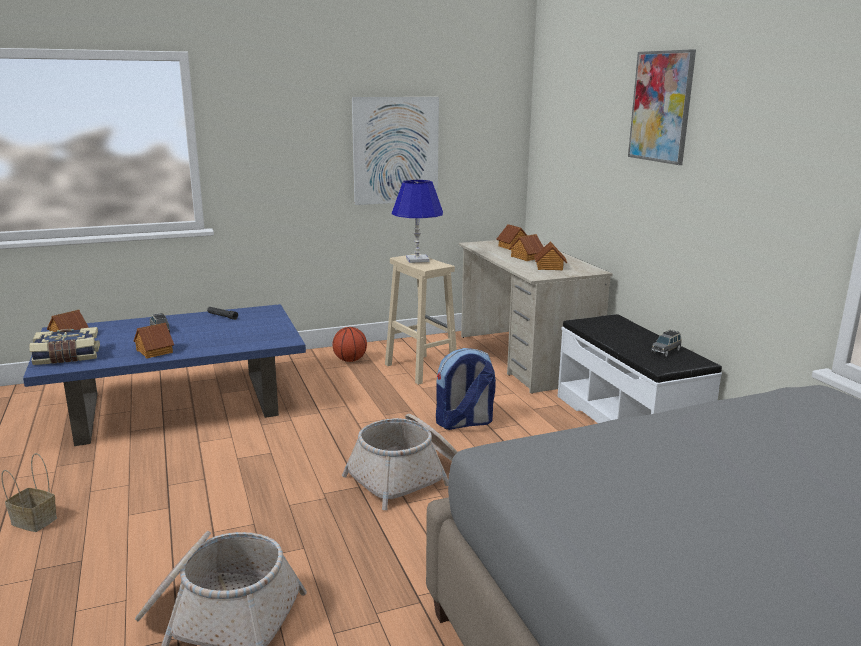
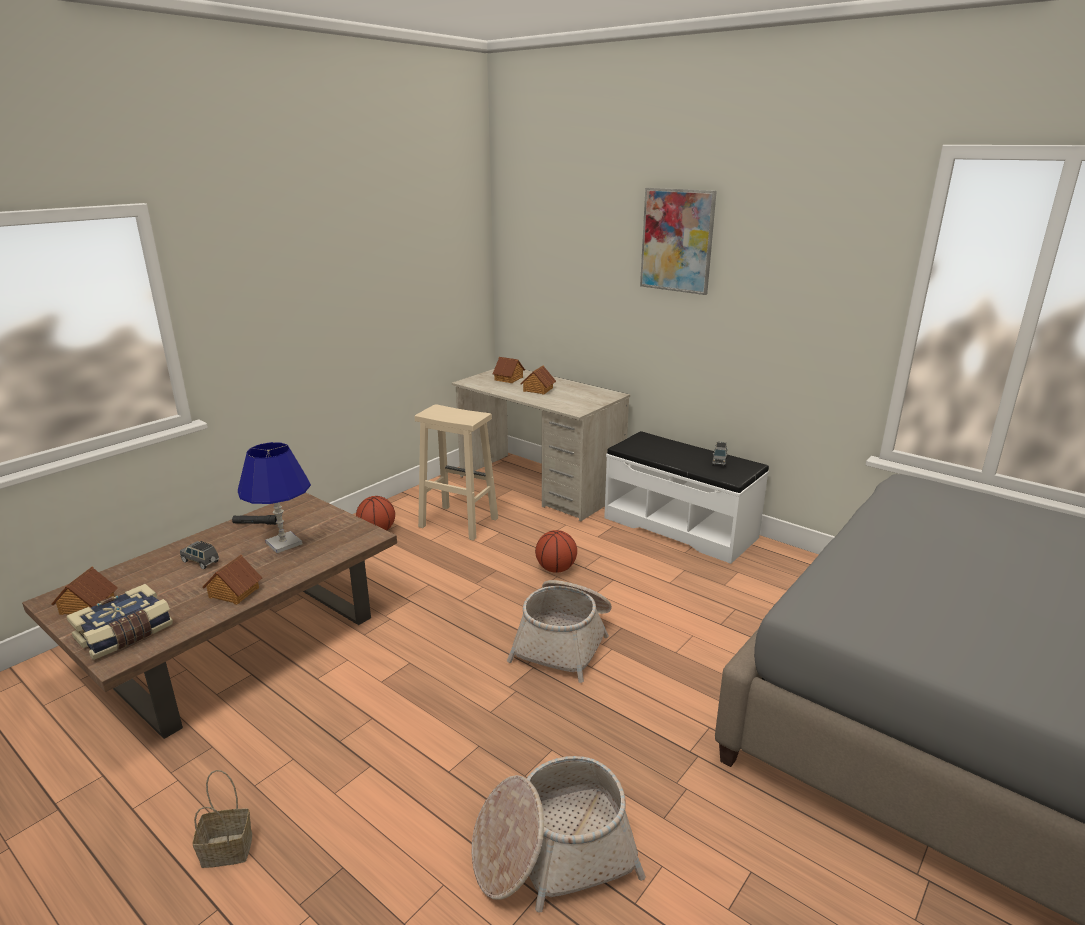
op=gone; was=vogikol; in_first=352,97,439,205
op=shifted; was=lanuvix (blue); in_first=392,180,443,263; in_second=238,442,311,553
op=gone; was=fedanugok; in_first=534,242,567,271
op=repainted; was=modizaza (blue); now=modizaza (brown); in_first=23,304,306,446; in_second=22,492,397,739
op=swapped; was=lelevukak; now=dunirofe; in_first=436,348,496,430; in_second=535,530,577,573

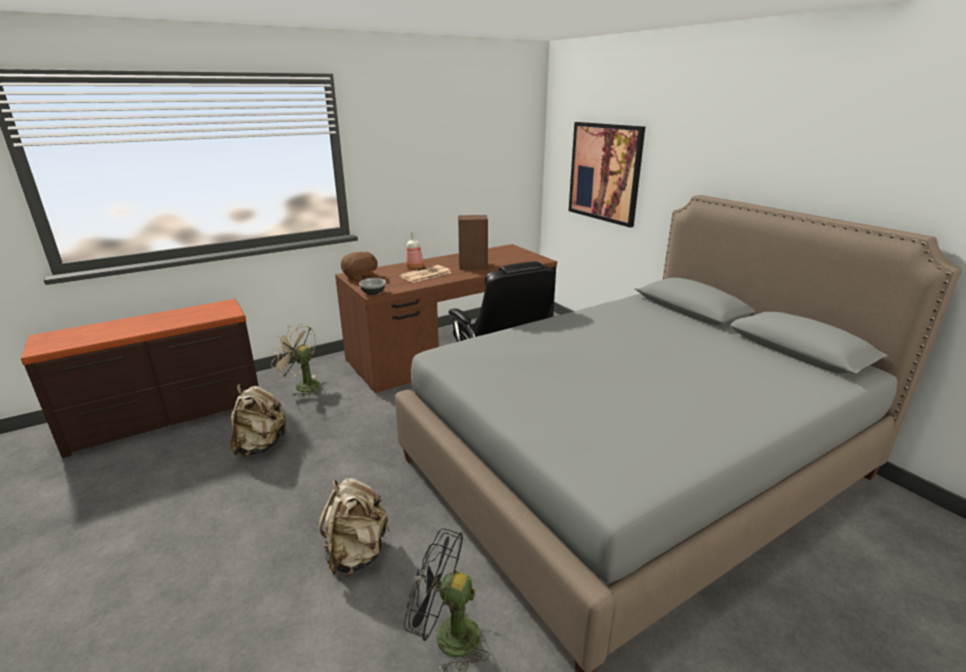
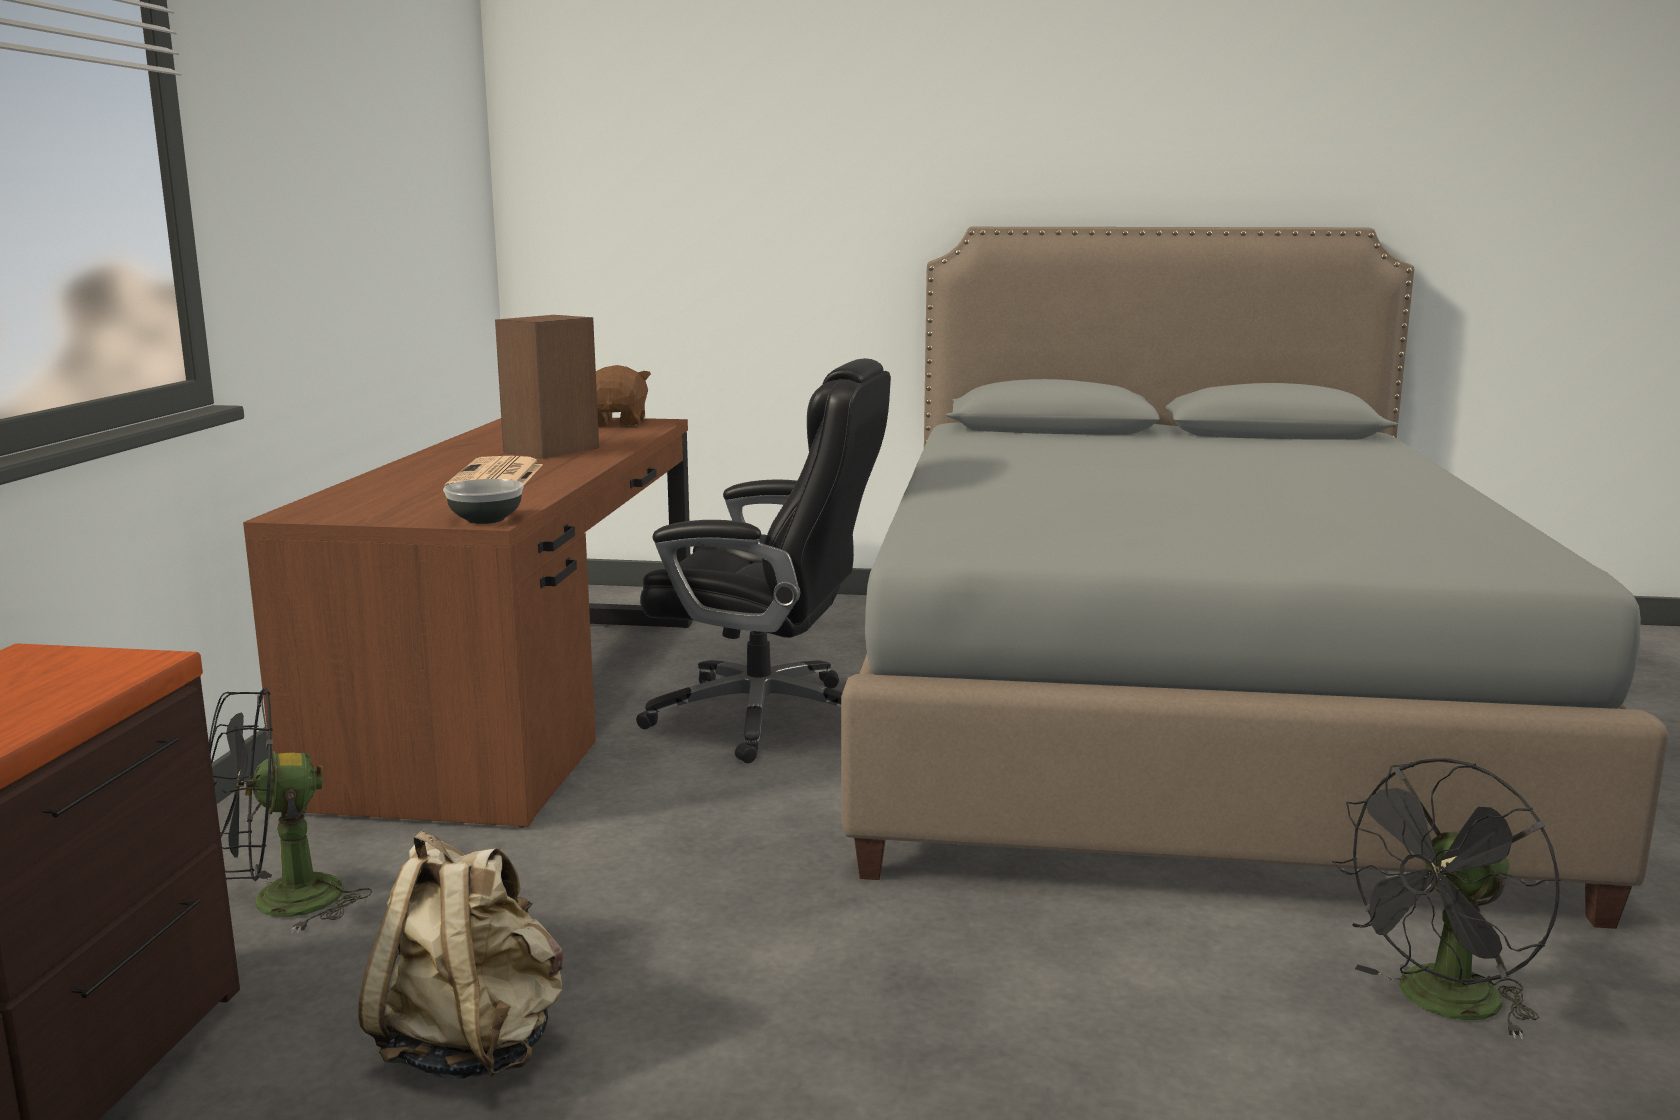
op=gone; was=vogikol; in_first=569,122,645,228
op=gone; was=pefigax; in_first=406,231,424,269
op=shifted; was=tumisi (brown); in_first=341,251,378,281; in_second=596,365,651,426
op=repainted; was=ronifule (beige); now=ronifule (black); in_first=270,324,321,397; in_second=209,687,372,933
op=gone; was=lelevukak (beige); in_first=318,478,390,577

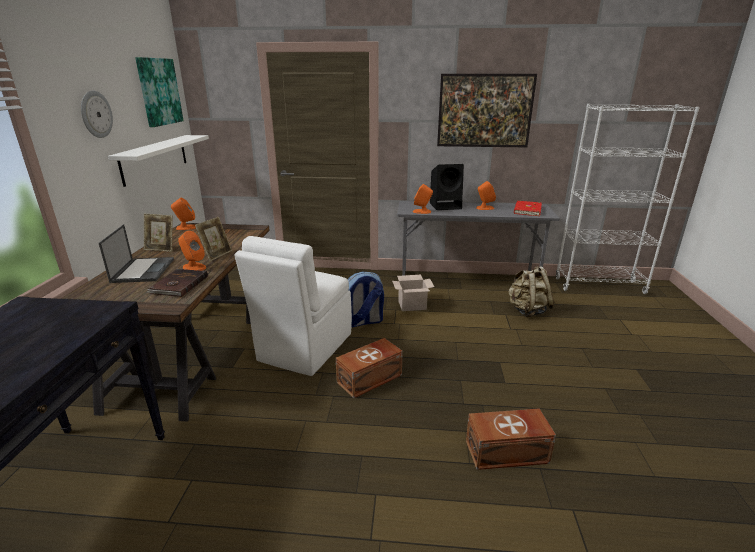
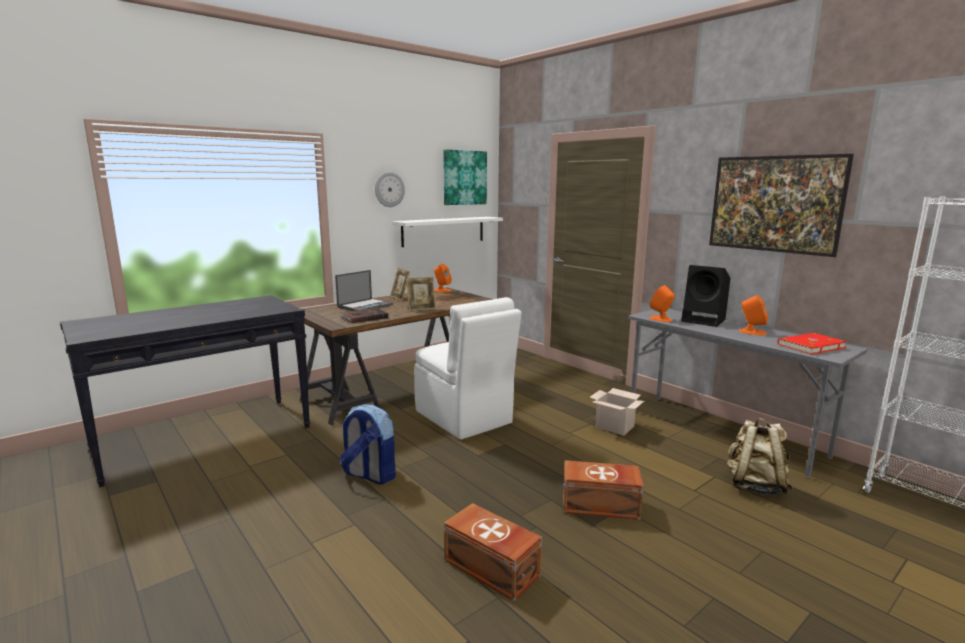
op=gone; was=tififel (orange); in_first=178,231,206,271
op=rotated; was=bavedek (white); in_first=234,236,352,376; in_second=414,297,522,440; clockwise=-105
op=shifted; was=lelevukak; in_first=347,272,384,327; in_second=340,404,396,485
op=shifted; was=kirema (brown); in_first=336,338,403,399; in_second=563,460,644,520

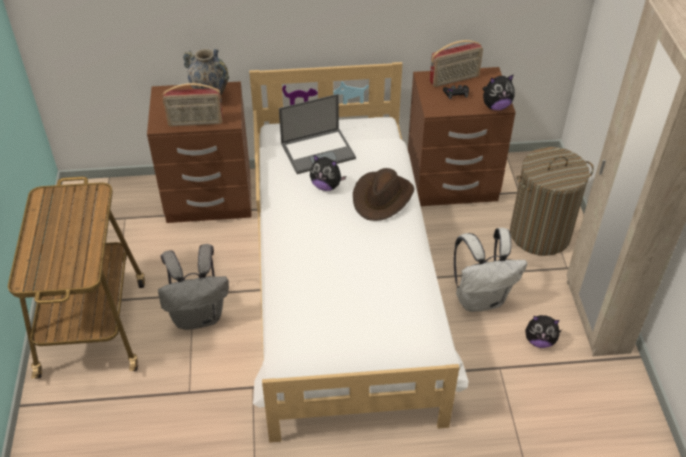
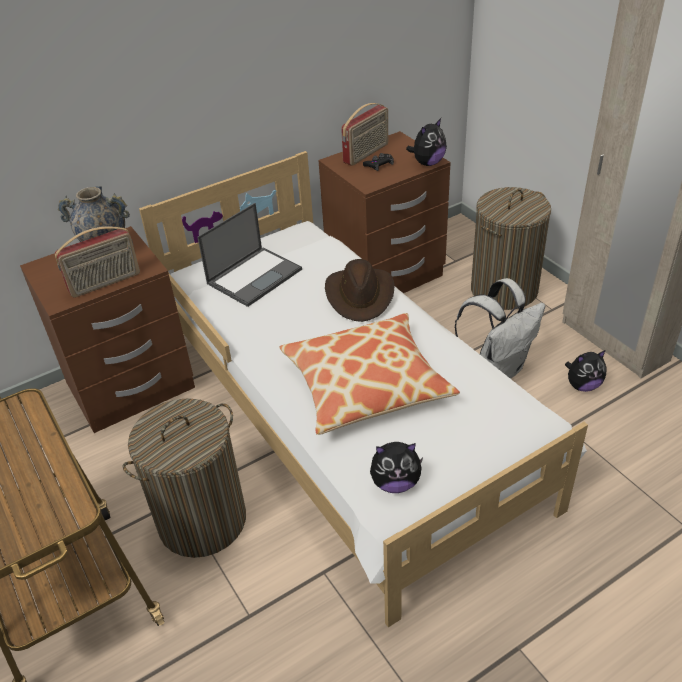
op=shifted; was=tumisi; in_first=310,154,346,191; in_second=370,442,423,493
op=swapped; was=lelevukak (grey); now=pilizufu; in_first=158,244,229,330; in_second=123,398,246,558
op=new; now=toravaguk; in_second=279,313,460,435

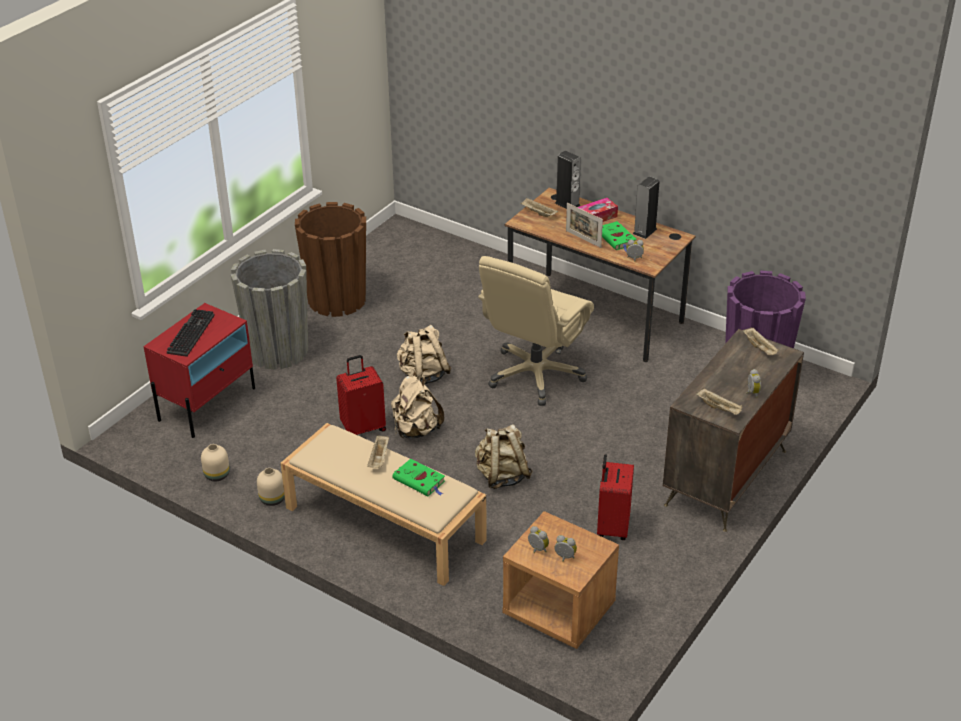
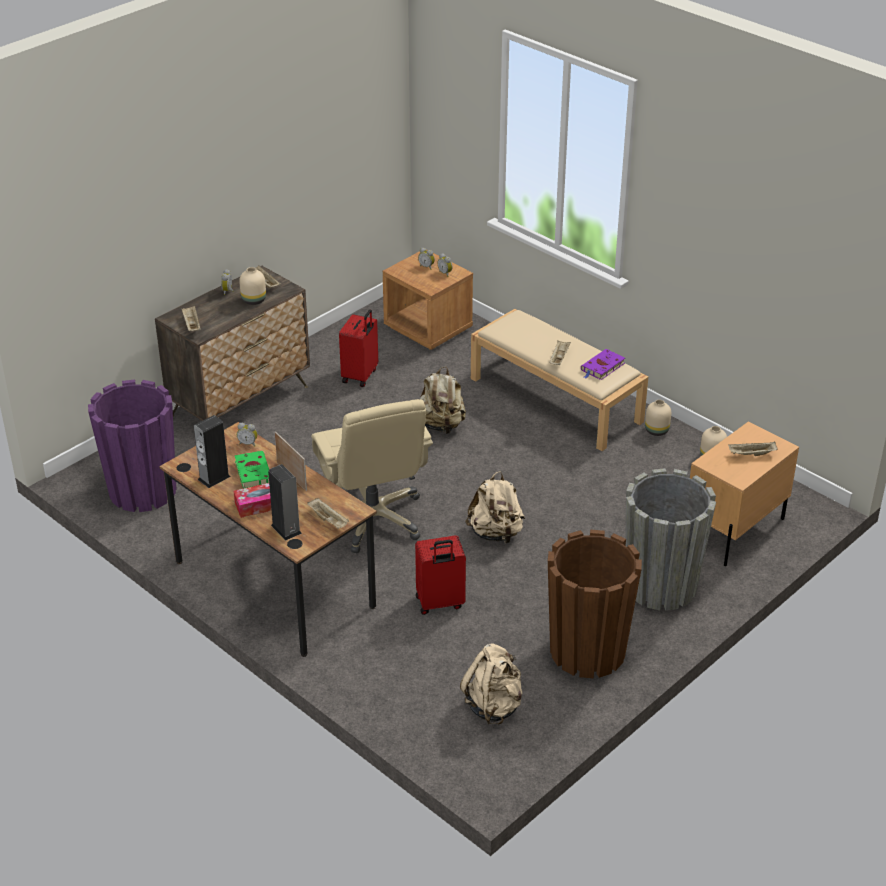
op=rotated; was=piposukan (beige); in_first=478,256,594,406; in_second=311,399,433,553; clockwise=120
op=repainted; was=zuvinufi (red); now=zuvinufi (beige); in_first=143,303,255,438; in_second=690,421,799,566
op=swapped; was=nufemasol; now=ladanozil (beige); in_first=167,309,215,357; in_second=728,442,778,456
op=shifted; was=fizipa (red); in_first=336,355,386,435; in_second=415,535,466,615
op=shifted; was=lelevukak (beige); in_first=391,375,444,439; in_second=460,644,523,725
op=gone; was=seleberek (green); in_first=392,459,445,496
op=new; now=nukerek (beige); in_second=239,267,266,305
op=new; now=seleberek (purple); in_second=581,349,625,380

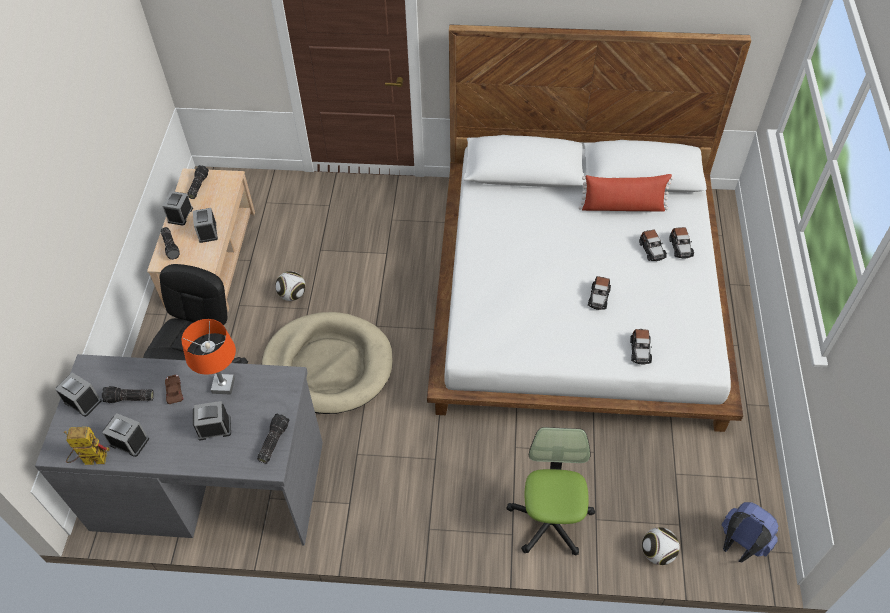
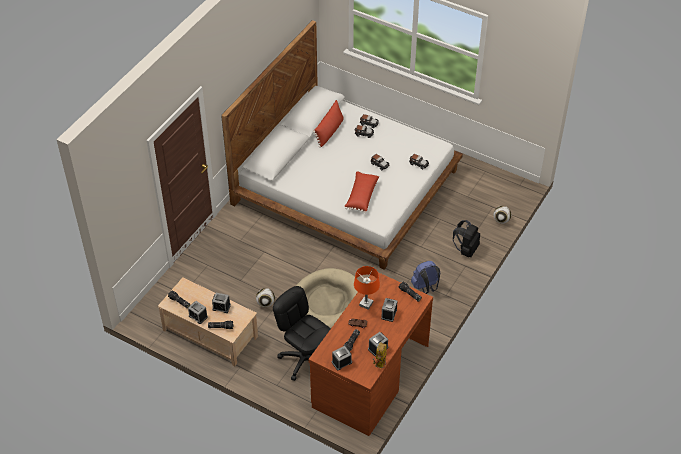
op=repainted; was=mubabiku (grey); now=mubabiku (brown); in_first=35,354,323,546; in_second=308,272,433,436
op=swapped; was=piposukan; now=lelevukak (black); in_first=507,427,595,556; in_second=453,220,480,257
op=shifted; was=lelevukak (blue); in_first=722,502,779,562; in_second=411,261,440,294
op=new; now=toravaguk (red); in_second=345,171,379,213

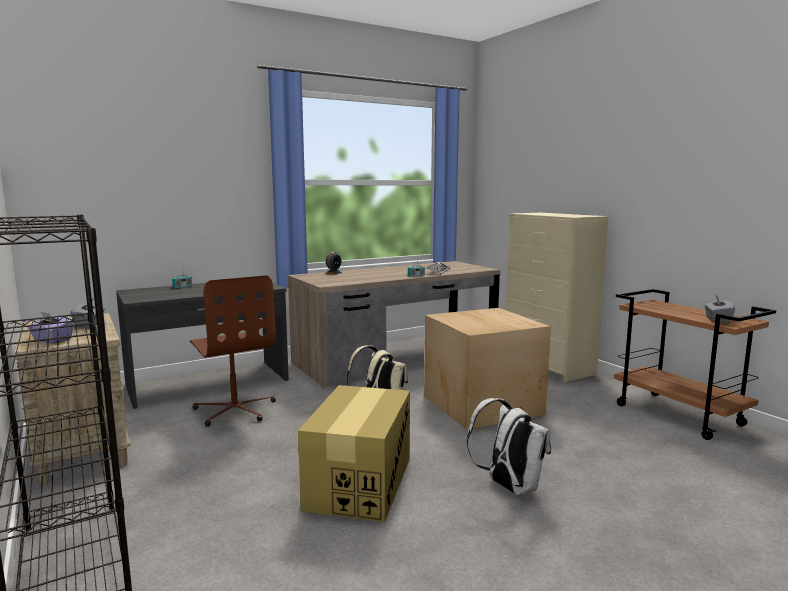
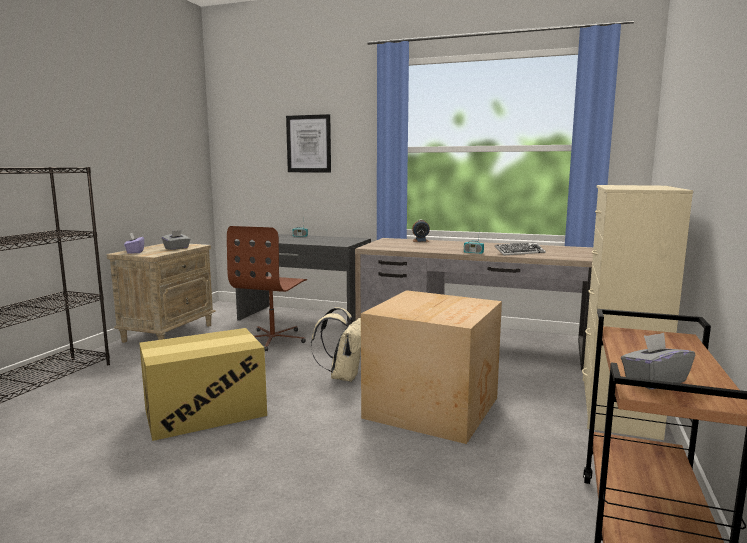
op=gone; was=lelevukak (white); in_first=467,398,551,495
op=new; now=vogikol; in_second=286,114,331,172

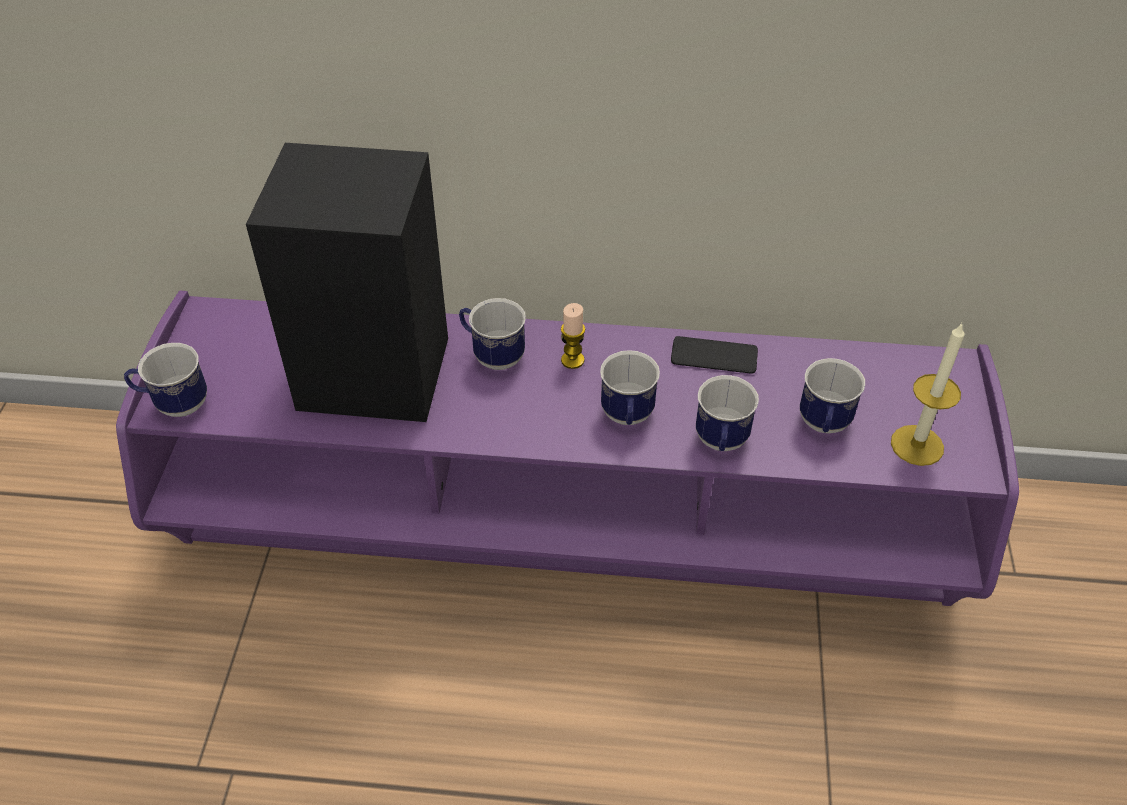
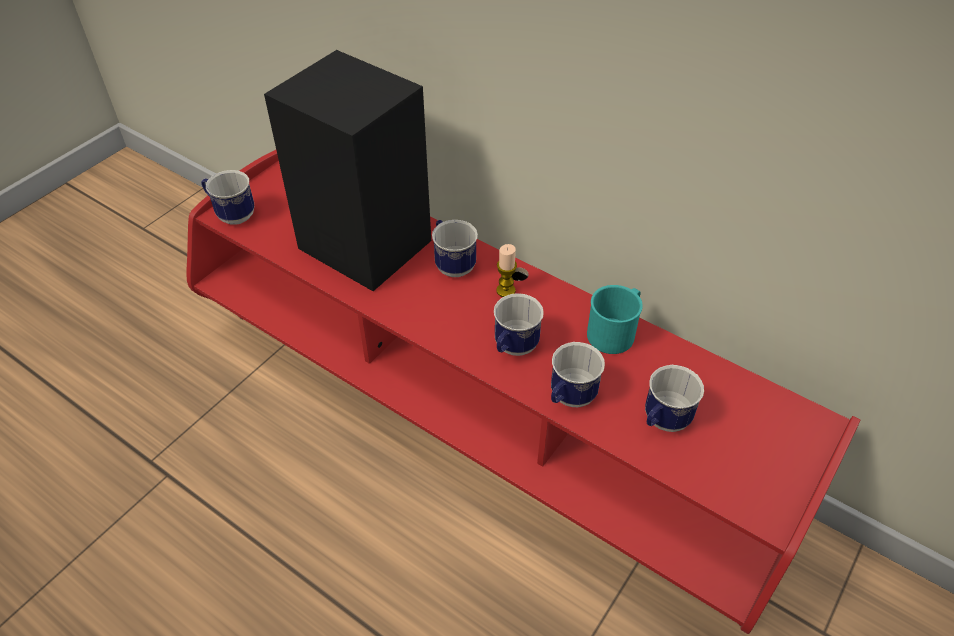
op=repainted; was=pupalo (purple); now=pupalo (red); in_first=116,291,1019,606; in_second=186,150,860,634
op=gone; was=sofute; in_first=891,323,965,466
op=swapped; was=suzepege; now=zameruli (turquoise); in_first=671,336,758,374; in_second=587,285,643,354

